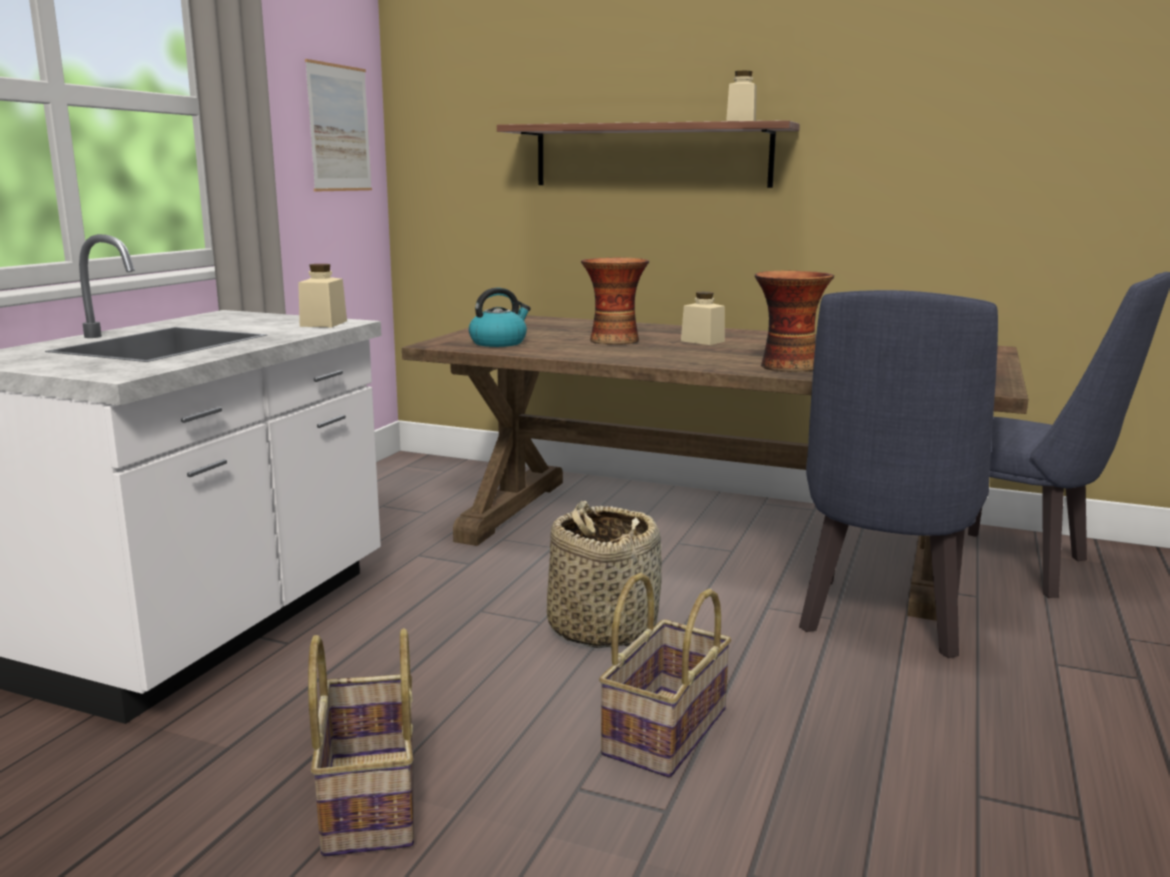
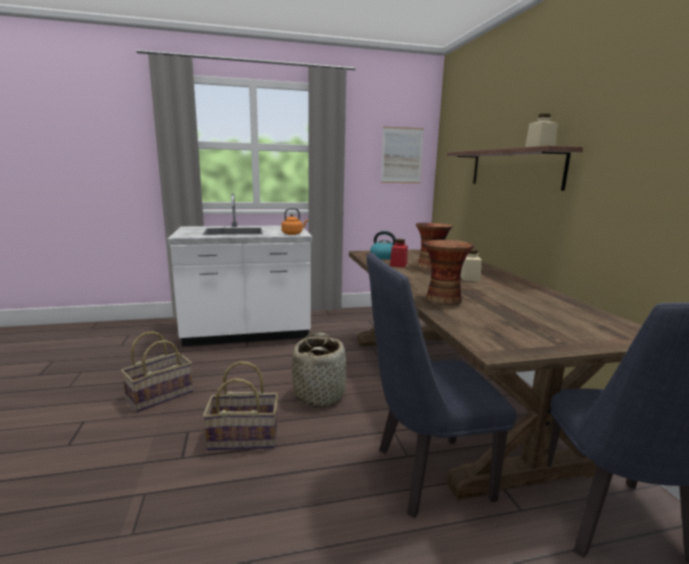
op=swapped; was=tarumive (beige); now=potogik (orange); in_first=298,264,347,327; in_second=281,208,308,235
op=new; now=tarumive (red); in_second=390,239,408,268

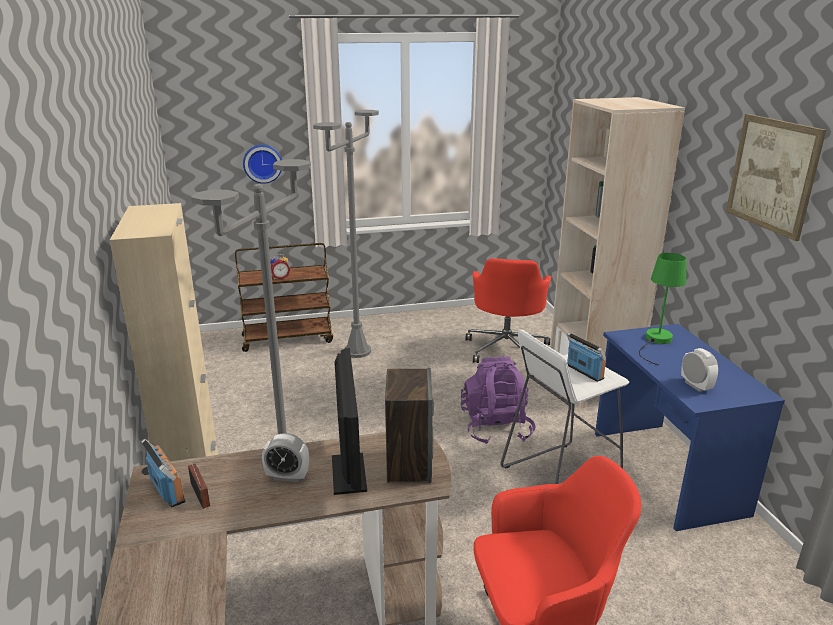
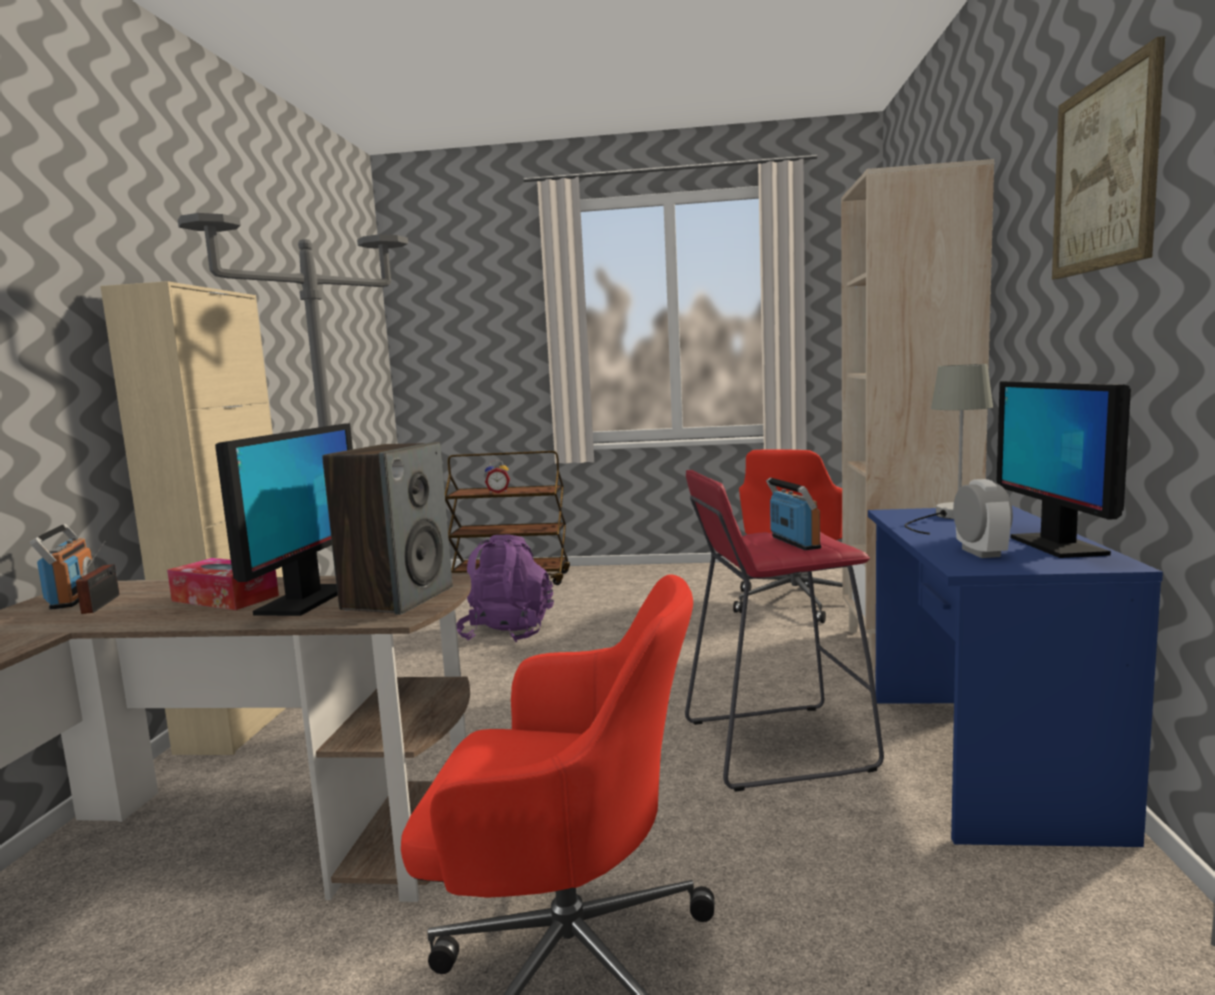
op=gone; was=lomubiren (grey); in_first=313,110,379,358
op=gone; was=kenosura; in_first=243,145,282,184
op=repainted; was=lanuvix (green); now=lanuvix (grey); in_first=639,253,686,365; in_second=904,364,993,535
op=repainted; was=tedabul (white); now=tedabul (red); in_first=500,329,629,484; in_second=685,470,884,792
op=shifted; was=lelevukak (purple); in_first=461,357,536,444; in_second=456,535,554,642
op=swapped; was=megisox; now=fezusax; in_first=262,433,309,482; in_second=167,558,279,610
op=new; now=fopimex; in_second=996,381,1131,558

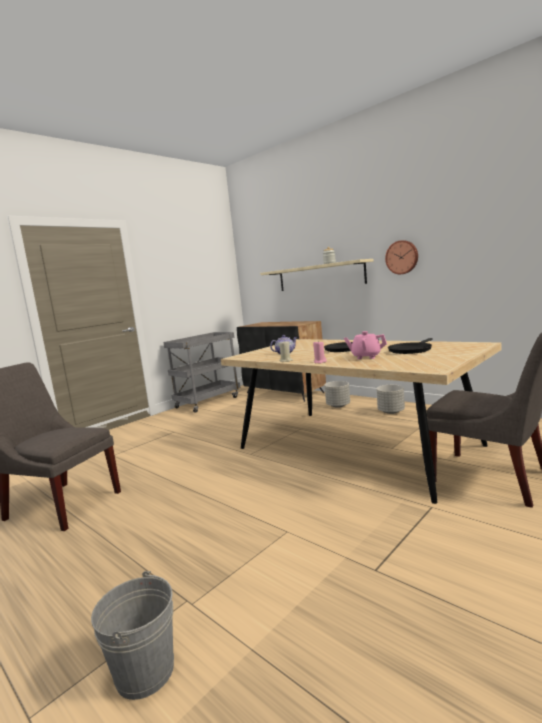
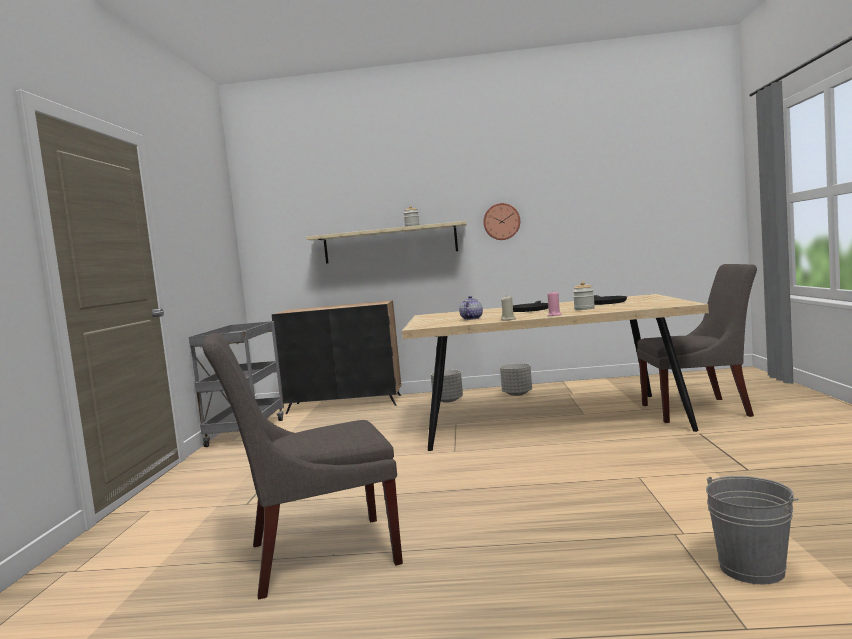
op=swapped; was=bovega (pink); now=tarumive; in_first=344,331,387,359; in_second=573,282,595,310

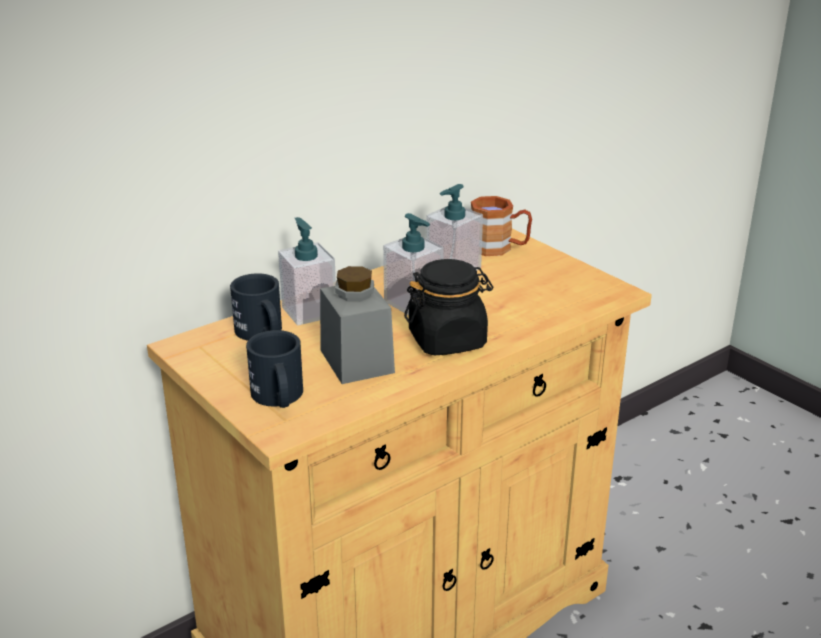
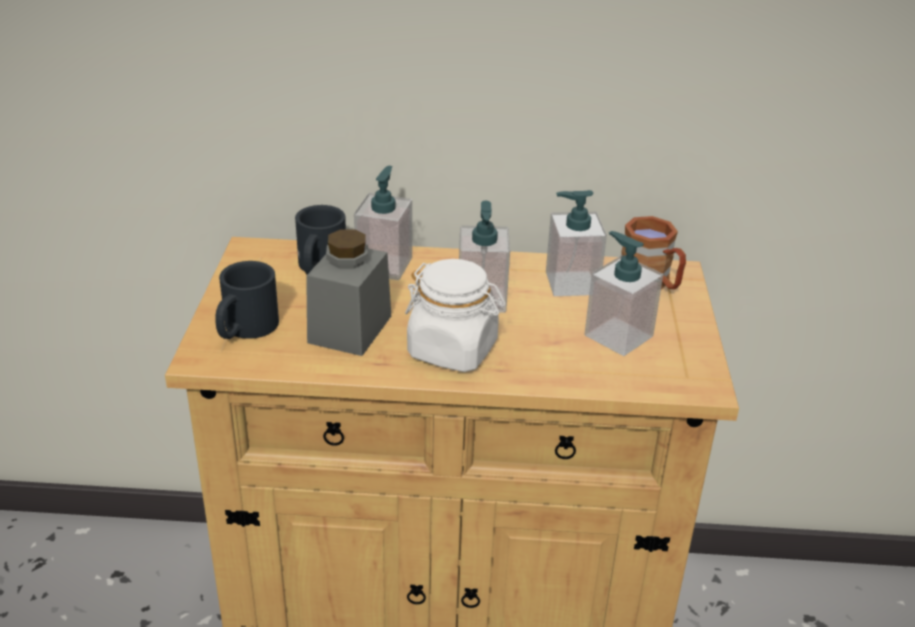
op=repainted; was=tarumive (black); now=tarumive (white); in_first=404,259,493,355; in_second=405,259,506,372
op=new; now=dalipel; in_second=585,231,663,356

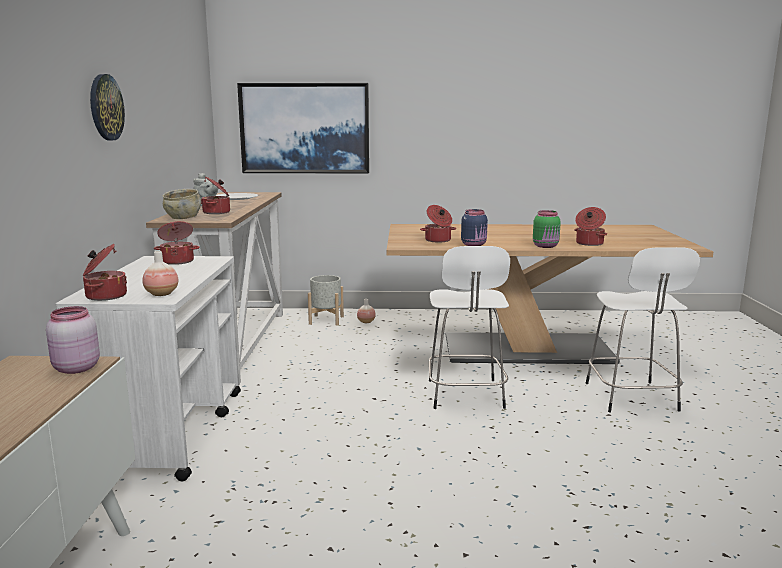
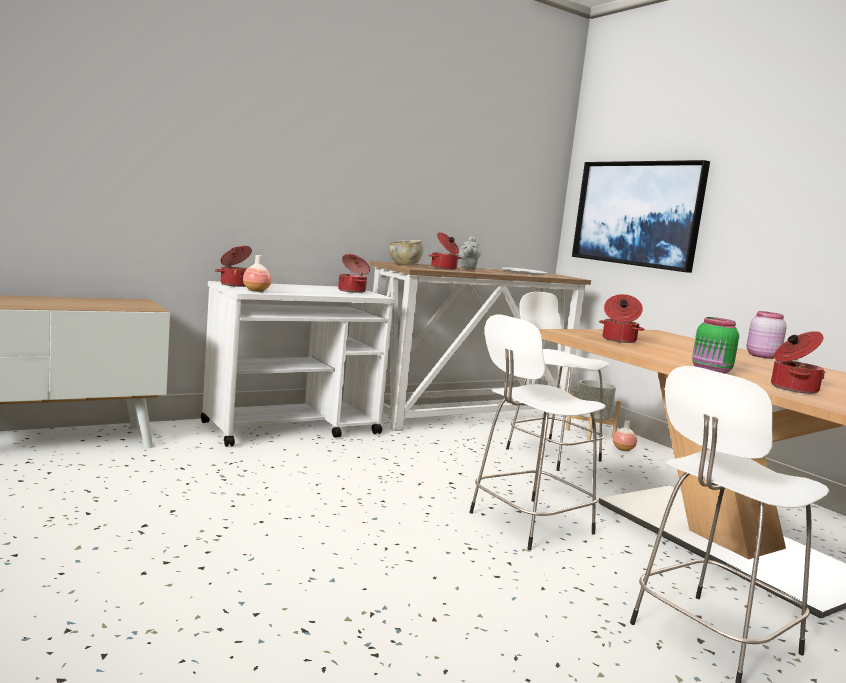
op=gone; was=kenosura; in_first=90,74,125,140
op=gone; was=tarumive (blue); in_first=461,209,488,246
op=shifted; was=tarumive (pink); in_first=46,306,100,374; in_second=747,311,787,359
op=new; now=tedabul (white); in_second=506,292,609,471

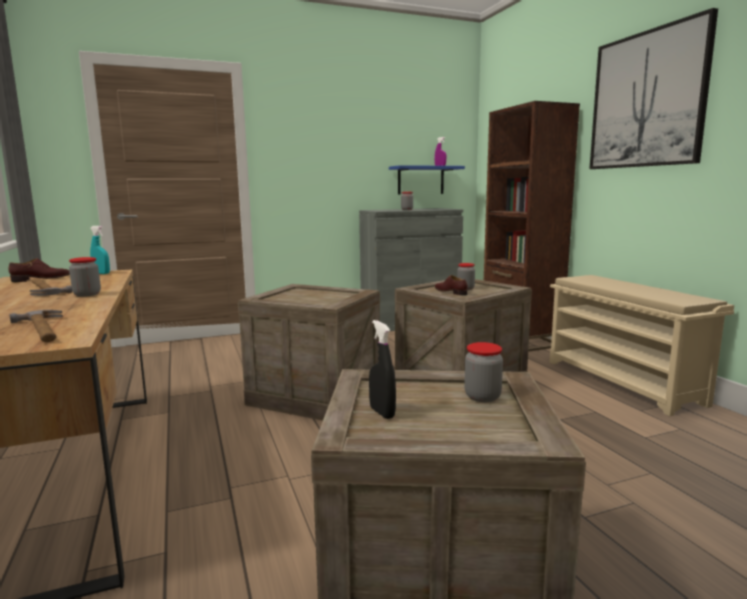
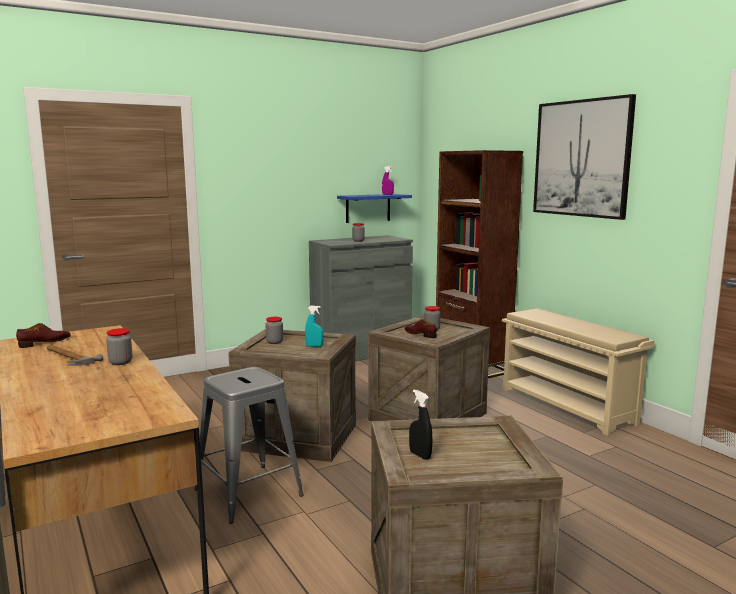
op=shifted; was=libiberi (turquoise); in_first=90,226,110,274; in_second=305,306,323,347
op=gone; was=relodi; in_first=10,310,63,342
op=shifted; was=tarumive; in_first=464,342,503,402; in_second=265,317,283,344
op=new; now=tedabul (grey); in_second=194,367,304,524

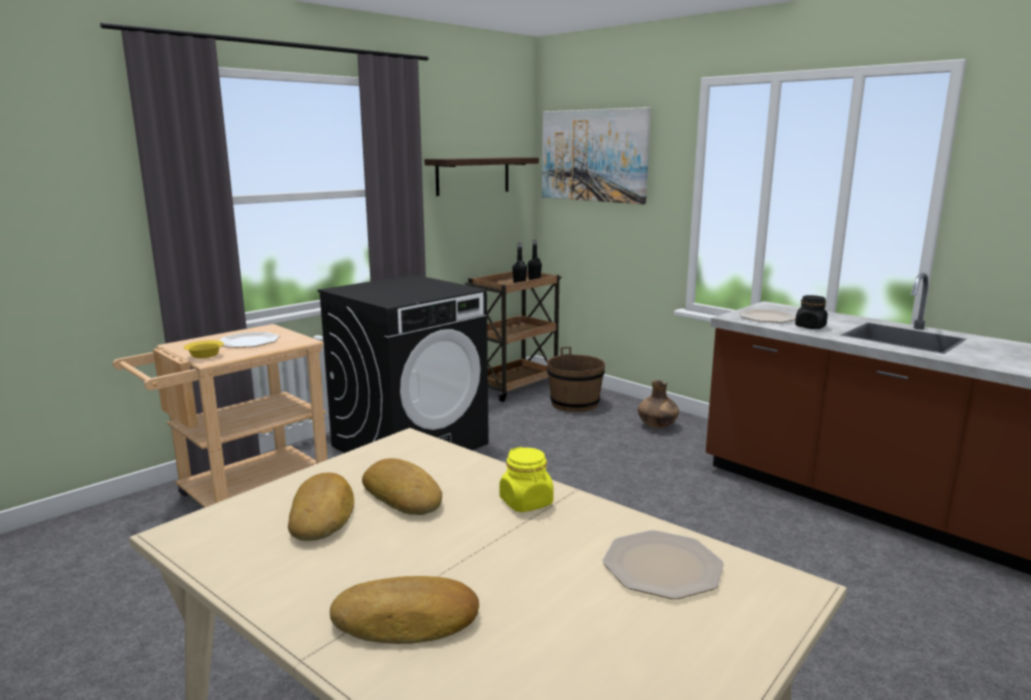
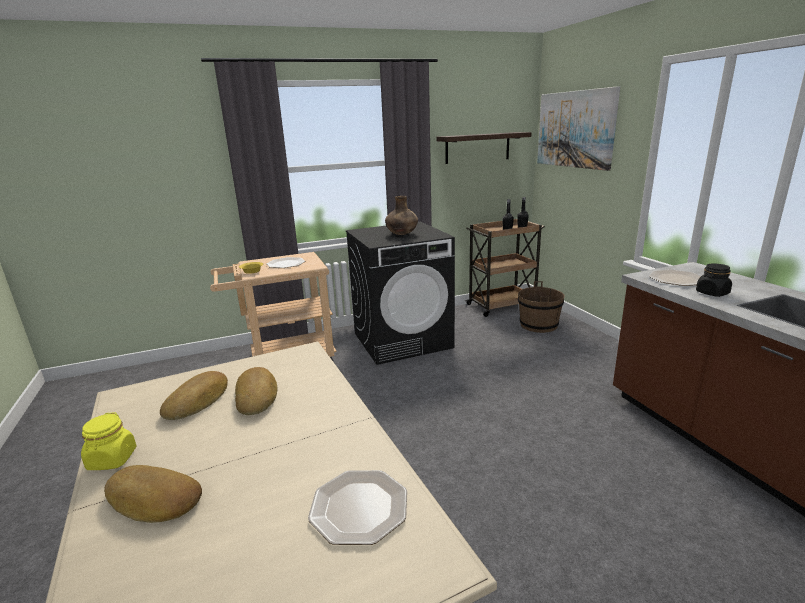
op=shifted; was=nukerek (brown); in_first=638,380,679,428; in_second=385,196,418,235
op=shifted; was=tarumive (yellow); in_first=500,447,554,512; in_second=81,412,137,470

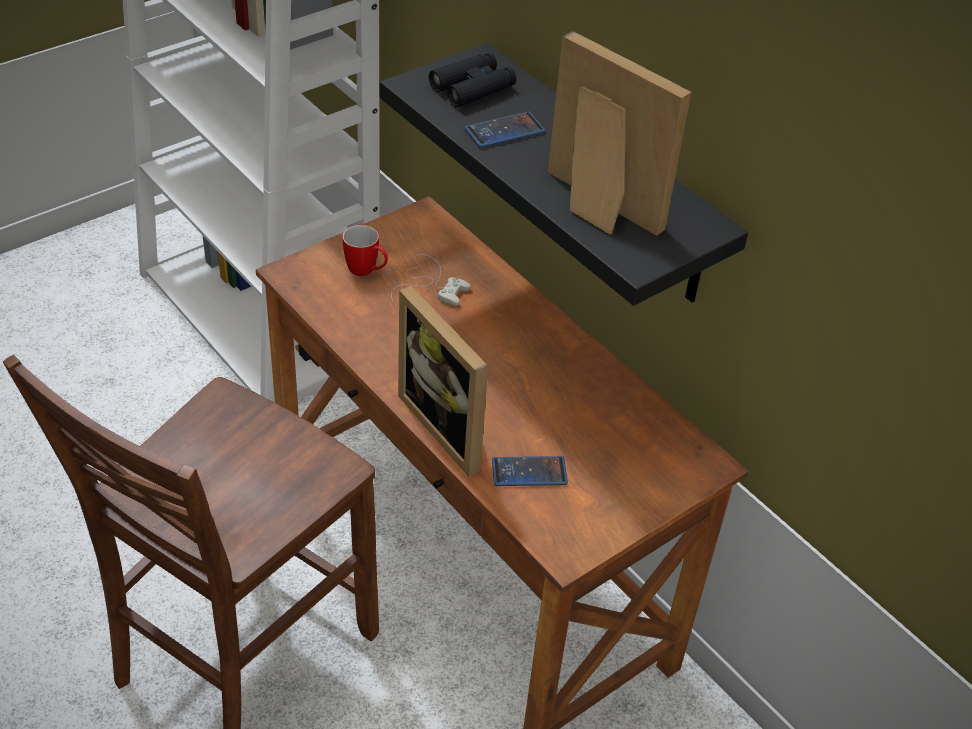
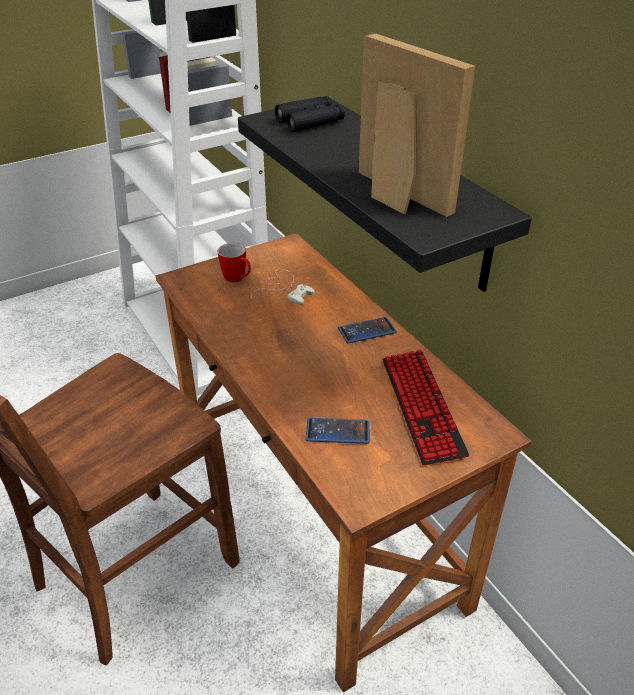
op=shifted; was=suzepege; in_first=465,111,546,148; in_second=338,317,397,343
op=gone; was=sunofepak; in_first=398,286,488,477
op=new; now=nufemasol; in_second=382,349,469,465

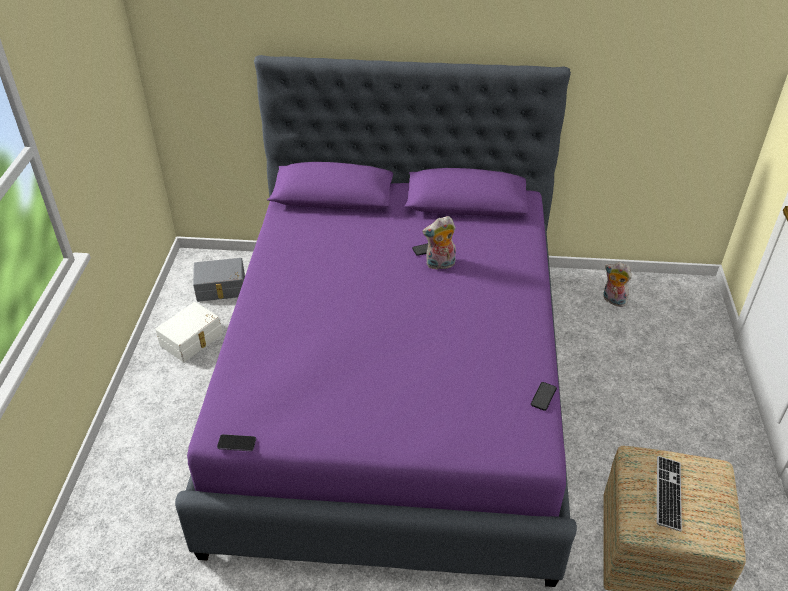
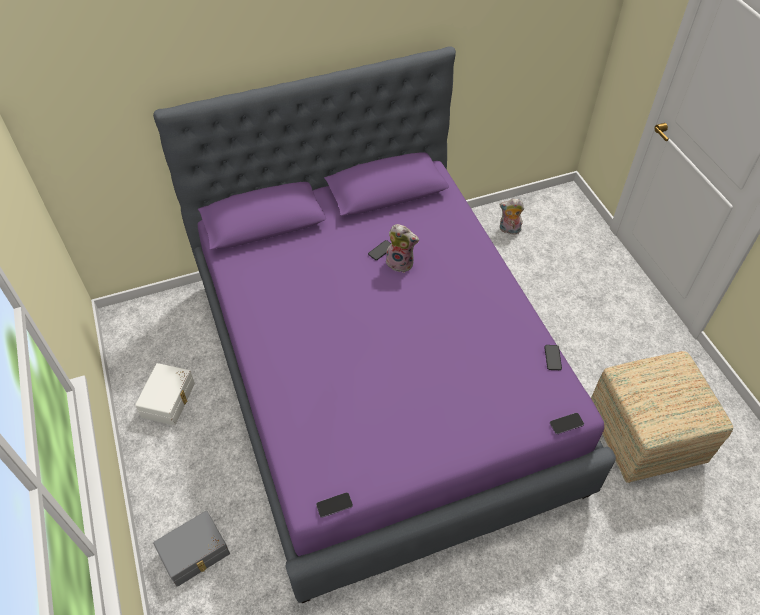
op=rotated; was=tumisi; in_first=422,216,456,270; in_second=386,224,419,273; clockwise=-120
op=shifted; was=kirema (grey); in_first=193,258,245,302; in_second=153,511,230,587
op=gone; was=nufemasol; in_first=657,456,682,532
op=new; now=suzepege; in_second=550,413,584,434

